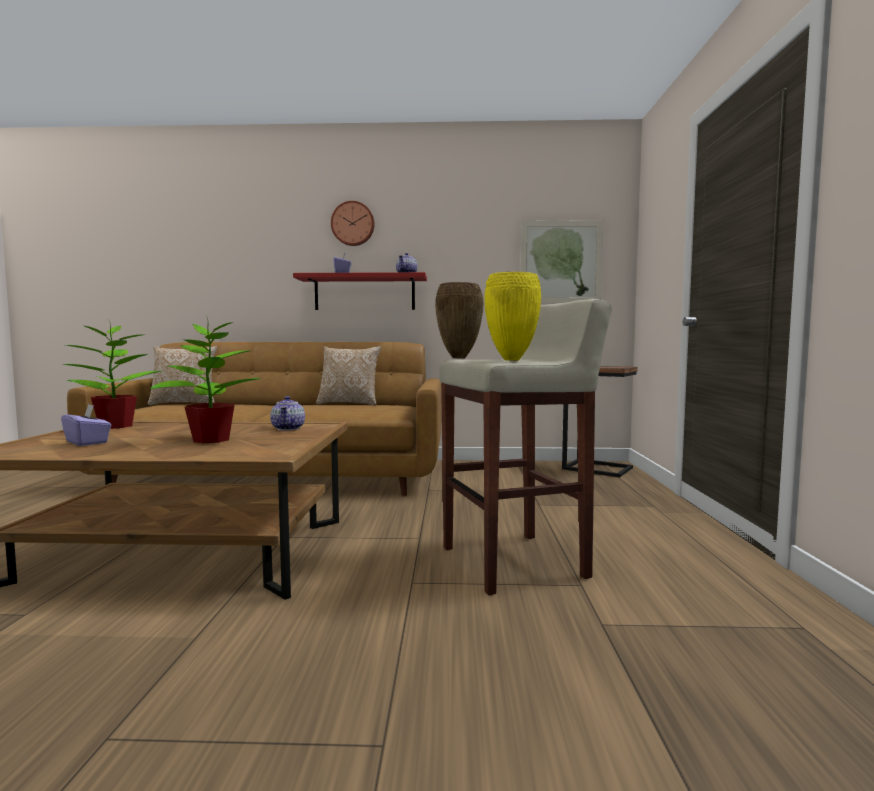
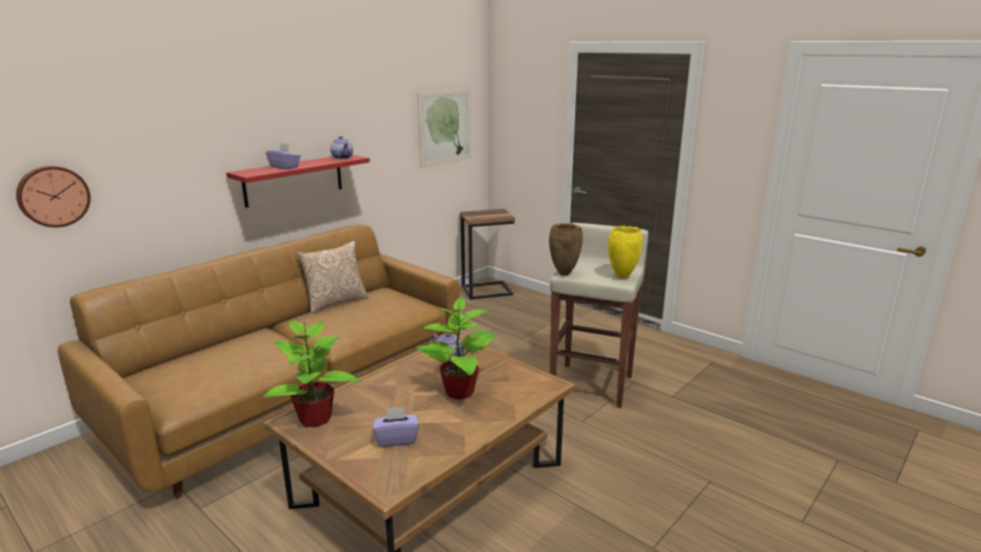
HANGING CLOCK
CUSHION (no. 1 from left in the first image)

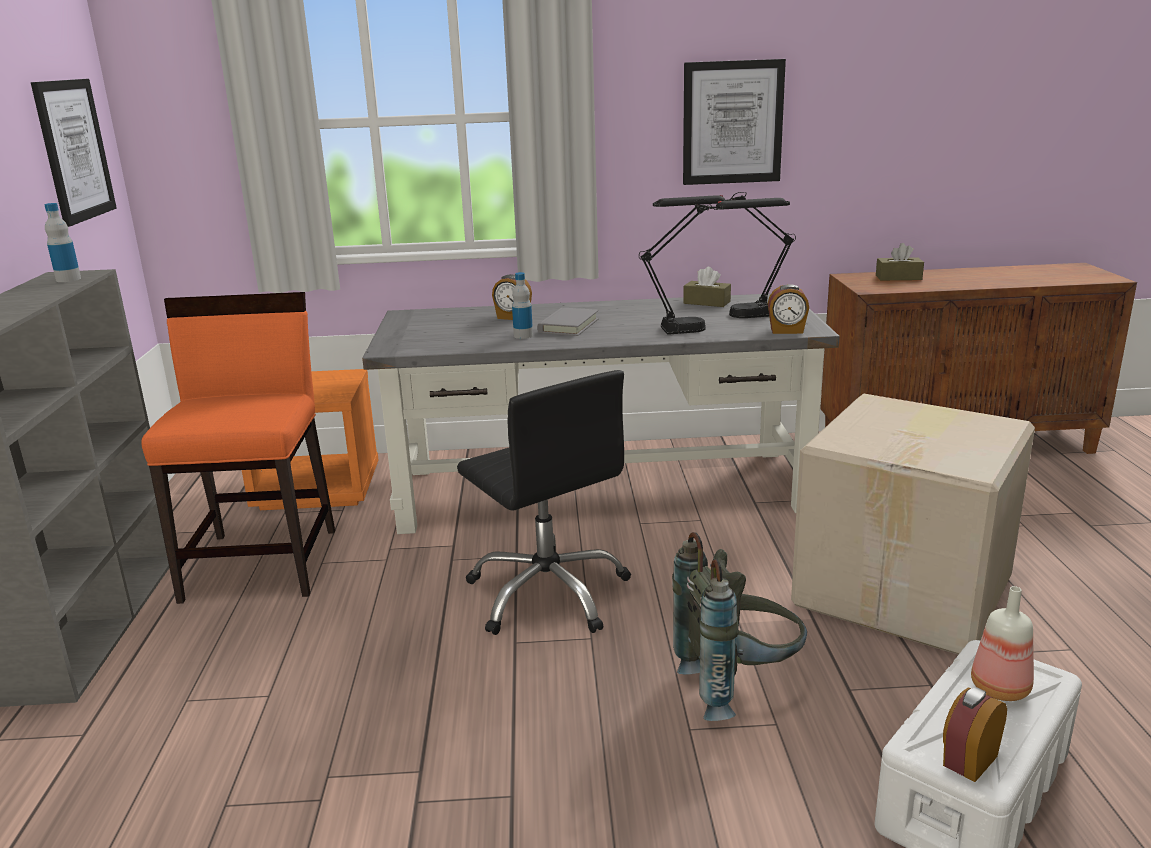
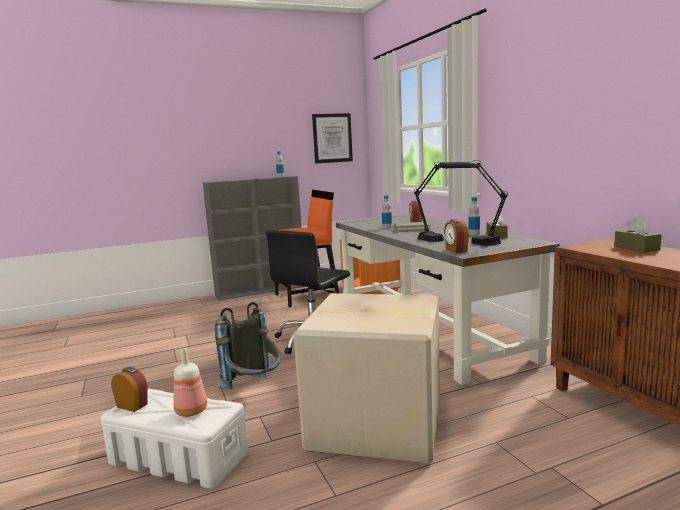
PICTURE (no. 2 from left in the first image)
BEVERAGE BOTTLE (no. 4 from left)

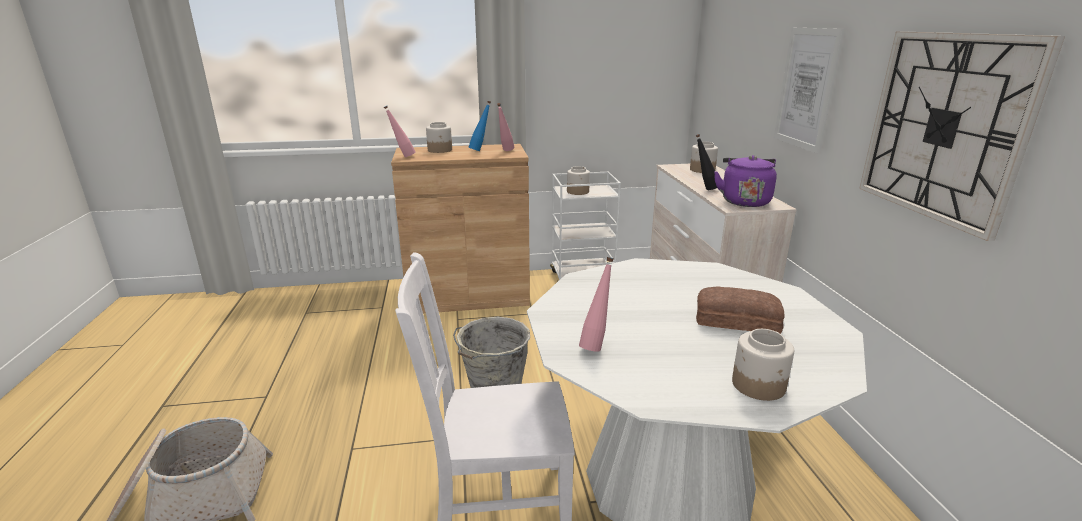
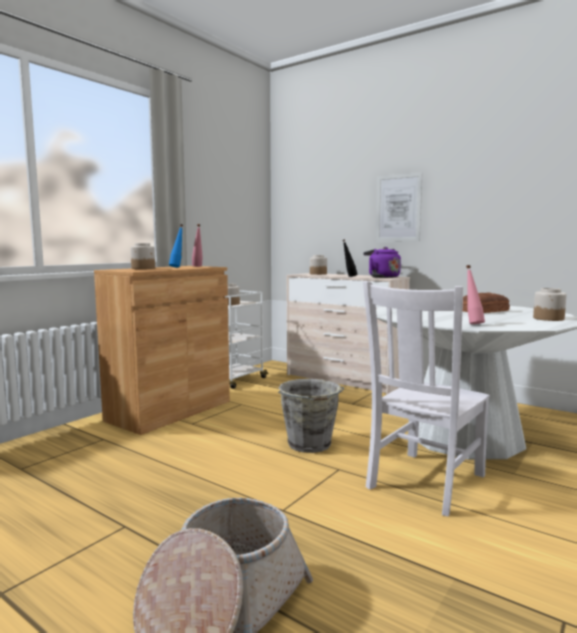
HANGING CLOCK
PINK-COLOURED BEVERAGE BOTTLE (no. 1 from left in the first image)

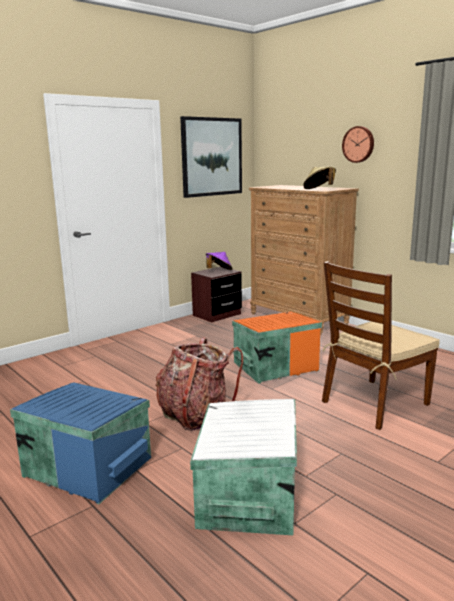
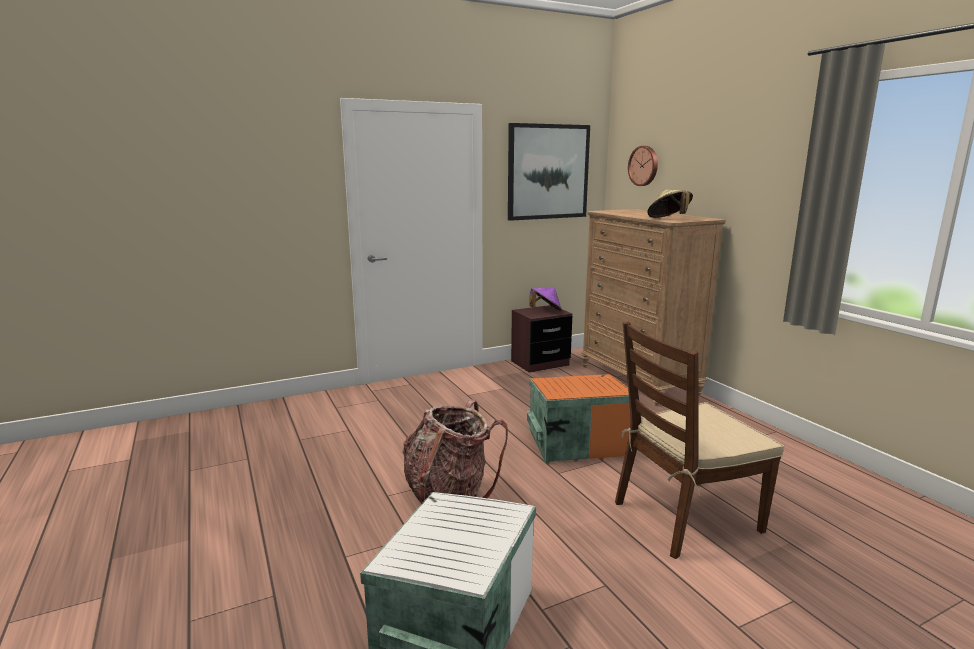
HANGING CLOCK
BLUE-COLOURED STORAGE CONTAINER

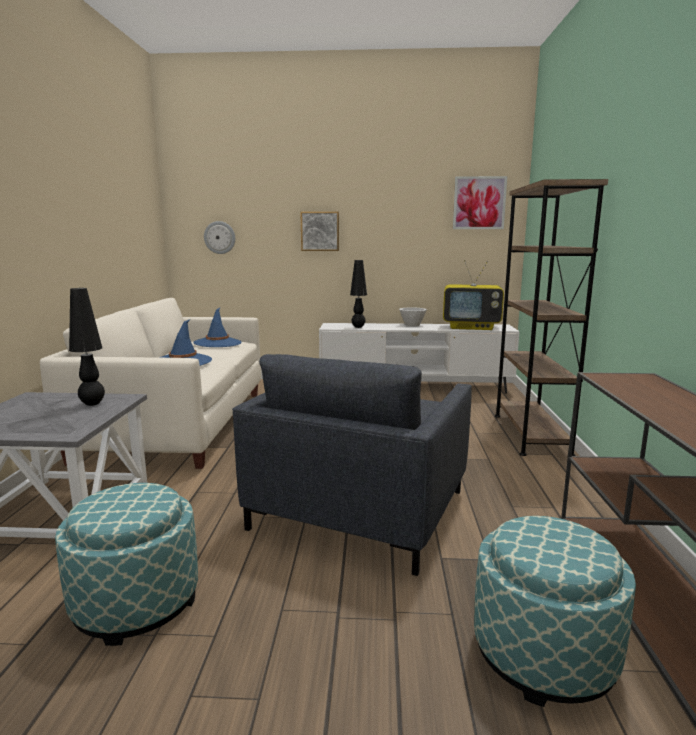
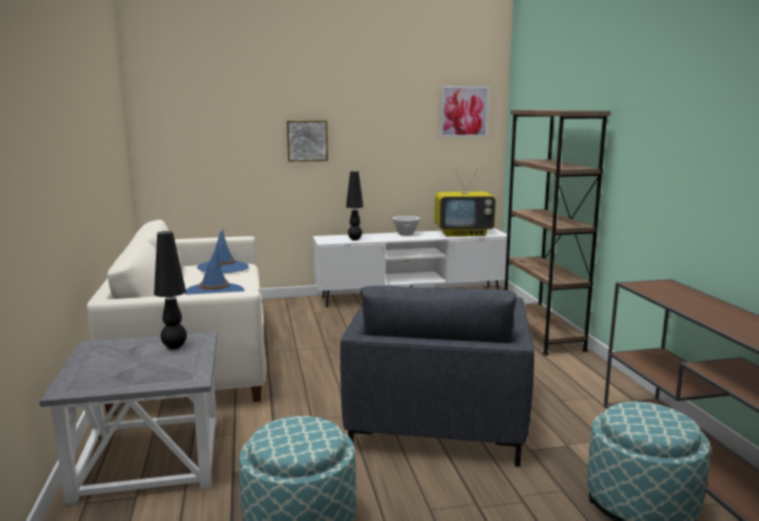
HANGING CLOCK

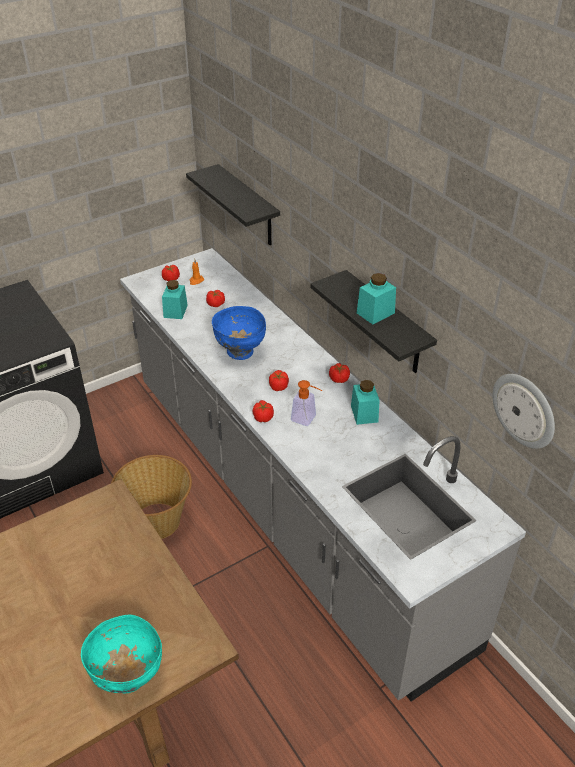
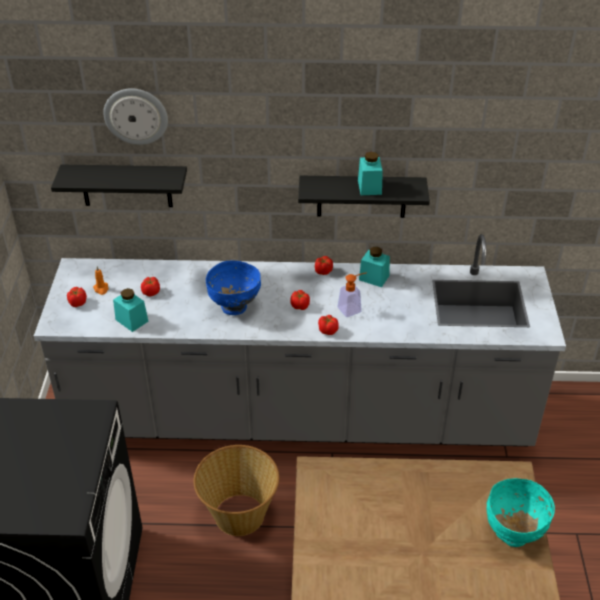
HANGING CLOCK

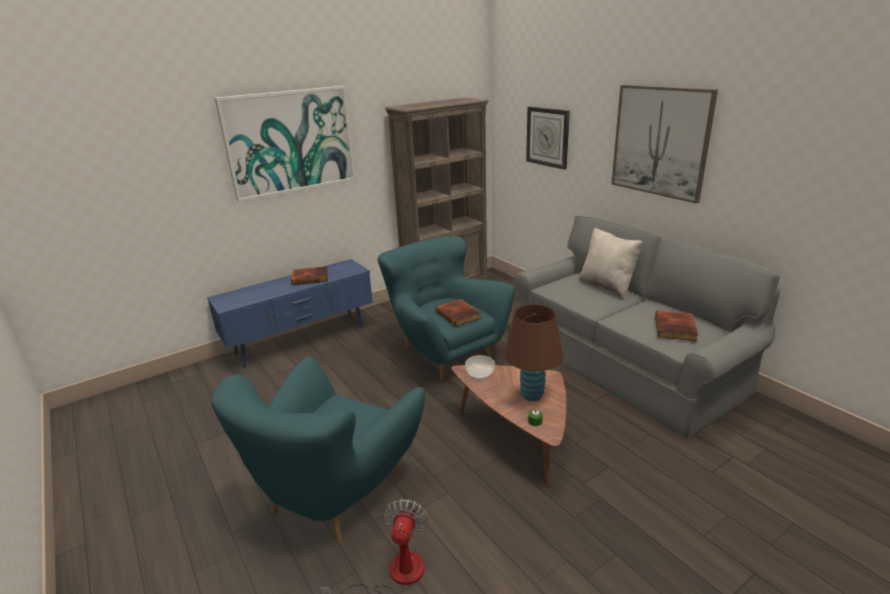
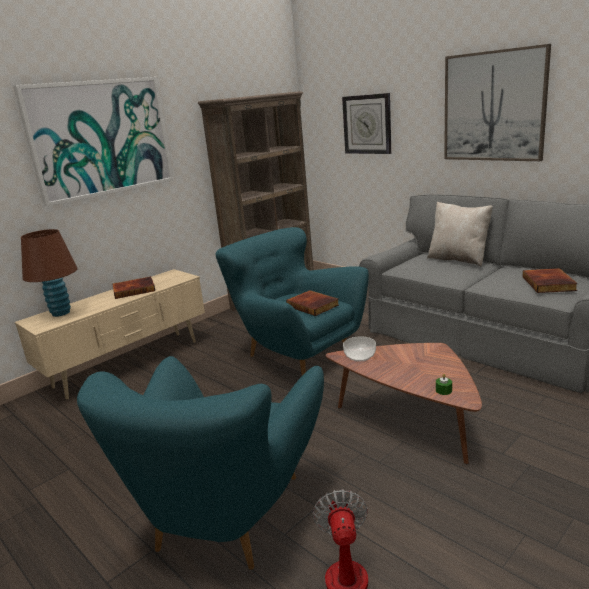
SAND-COLOURED MEDIA CONSOLE
BROWN LAMP FOR A TABLE

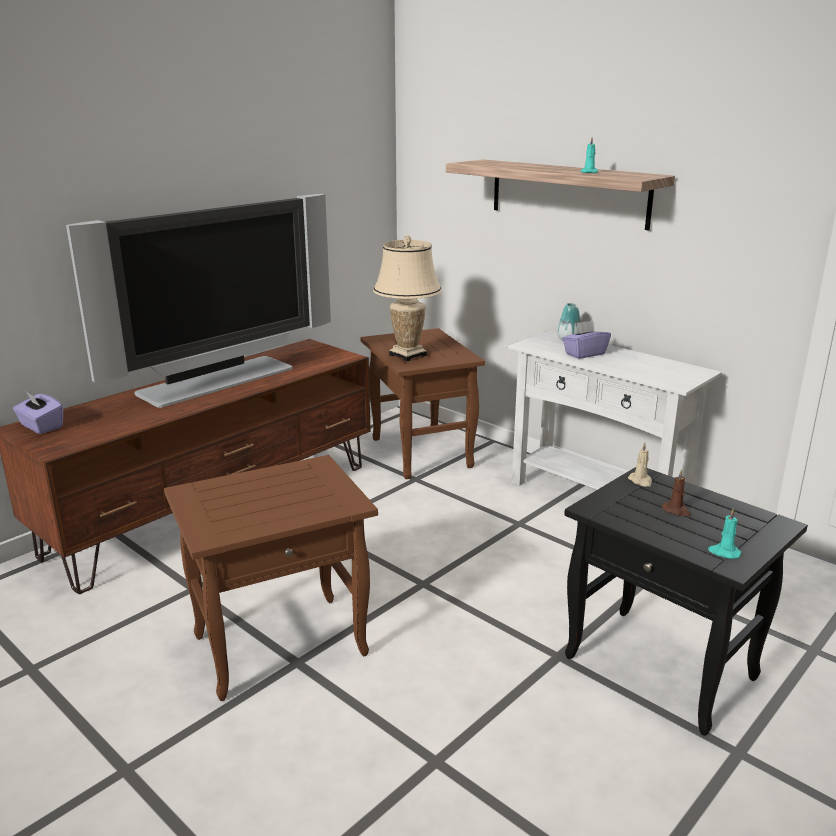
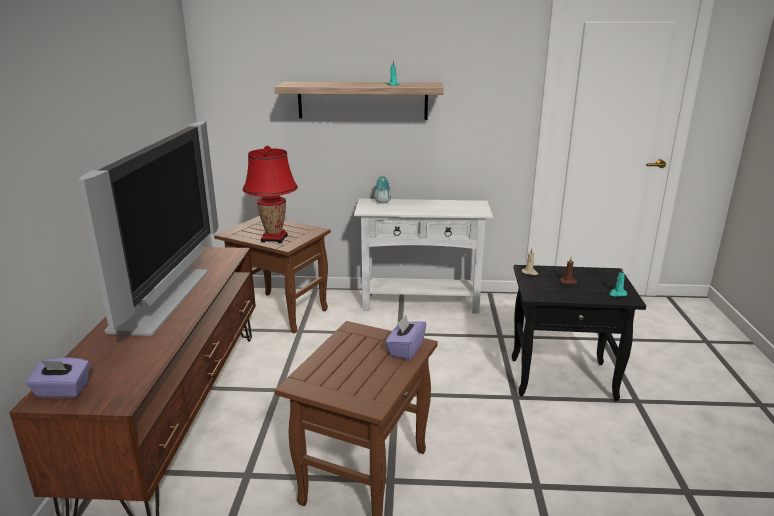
RED LAMP FOR A TABLE
PURPLE BOX OF TISSUES (no. 2 from left)

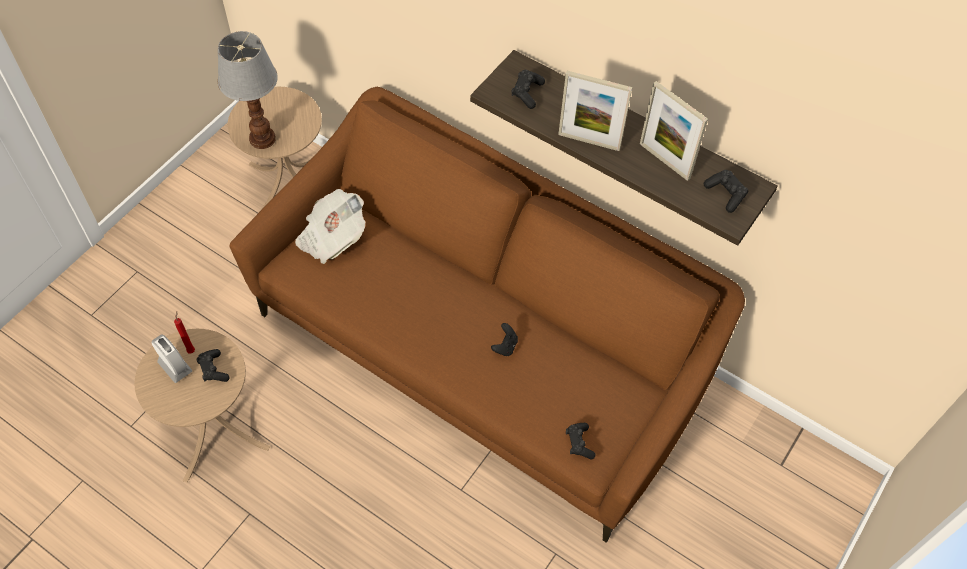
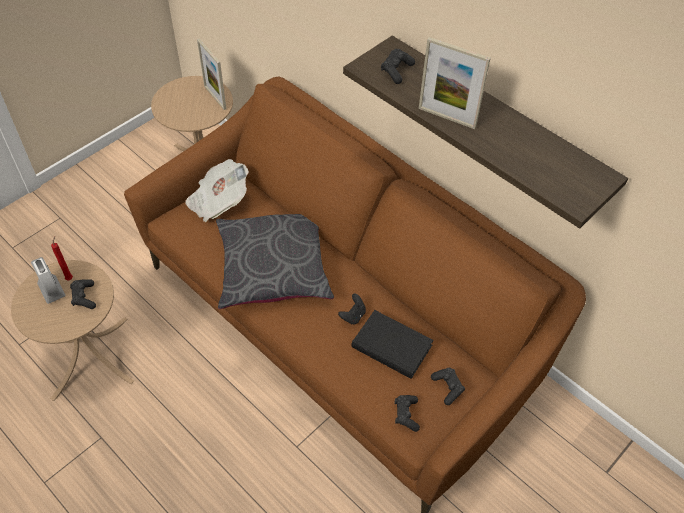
LAMP FOR A TABLE
PICTURE FRAME (no. 1 from left)
BLACK-COLOURED GAMEPAD (no. 5 from left)
GRAY CUSHION
BLACK-COLOURED VOLUME

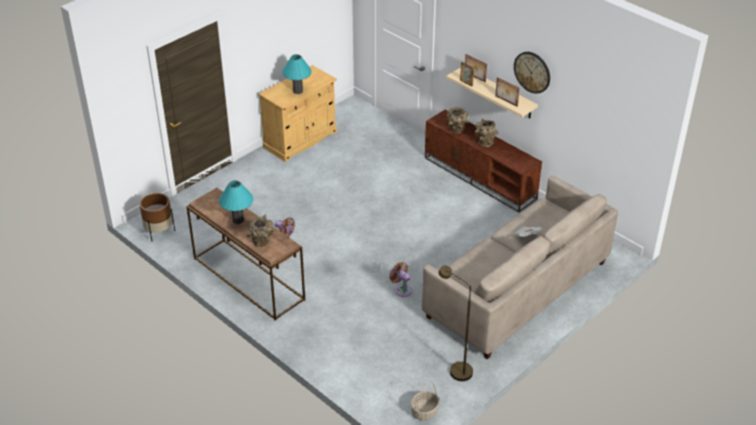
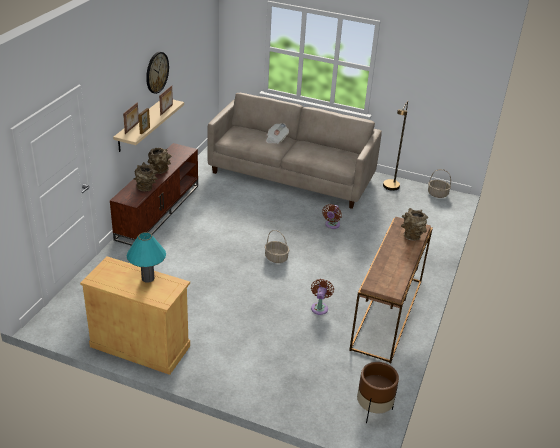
BLUE-GREEN LAMP FOR A TABLE (no. 1 from left in the first image)
BASKET (no. 1 from left)

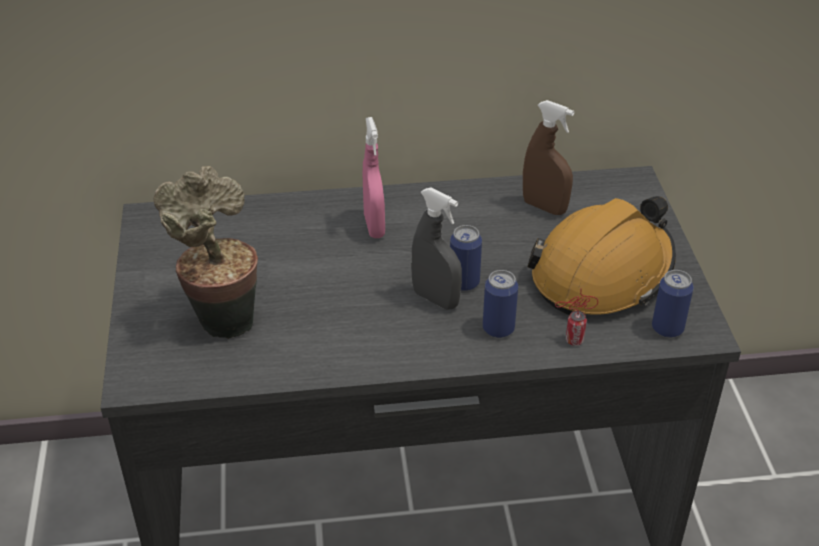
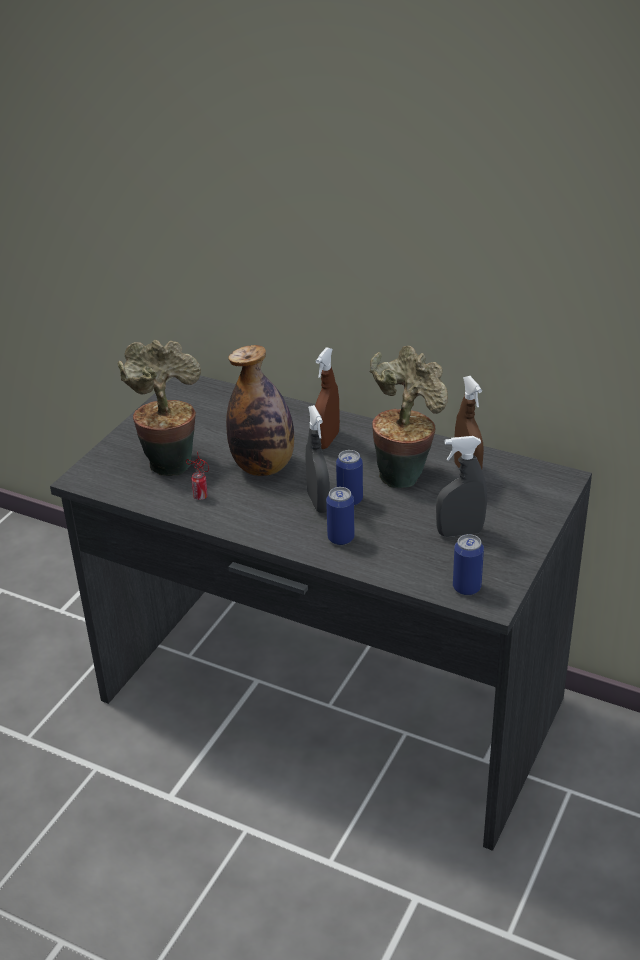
BROWN SPRAYER (no. 1 from left)
GRAY SPRAYER (no. 2 from left)
CAN (no. 1 from left)
BEVERAGE BOTTLE
HOUSEPLANT (no. 2 from left)

